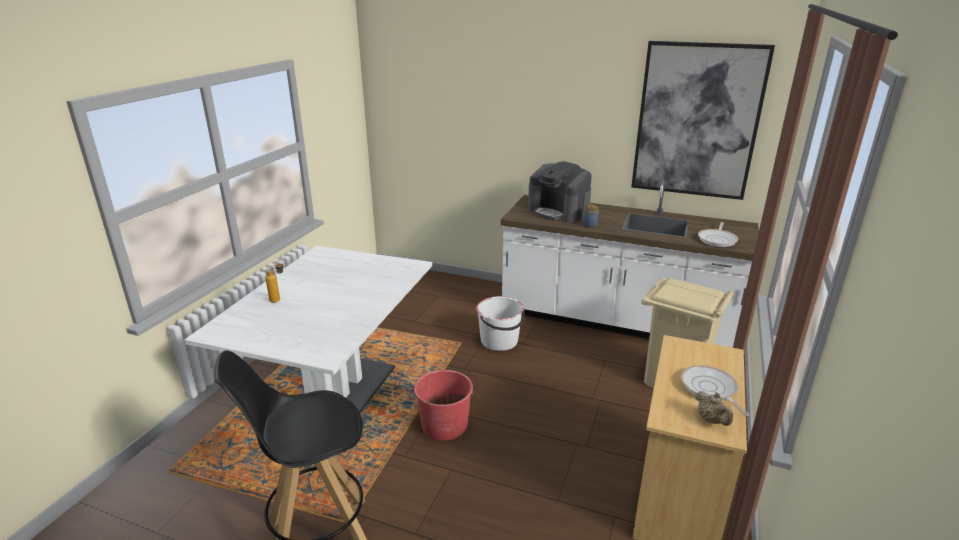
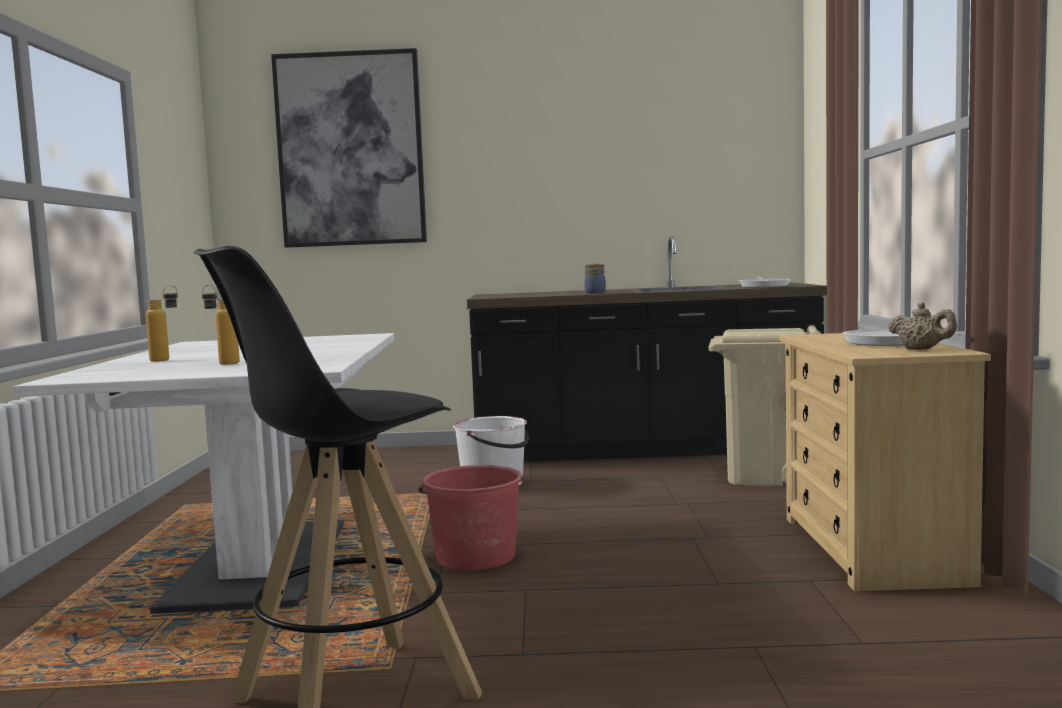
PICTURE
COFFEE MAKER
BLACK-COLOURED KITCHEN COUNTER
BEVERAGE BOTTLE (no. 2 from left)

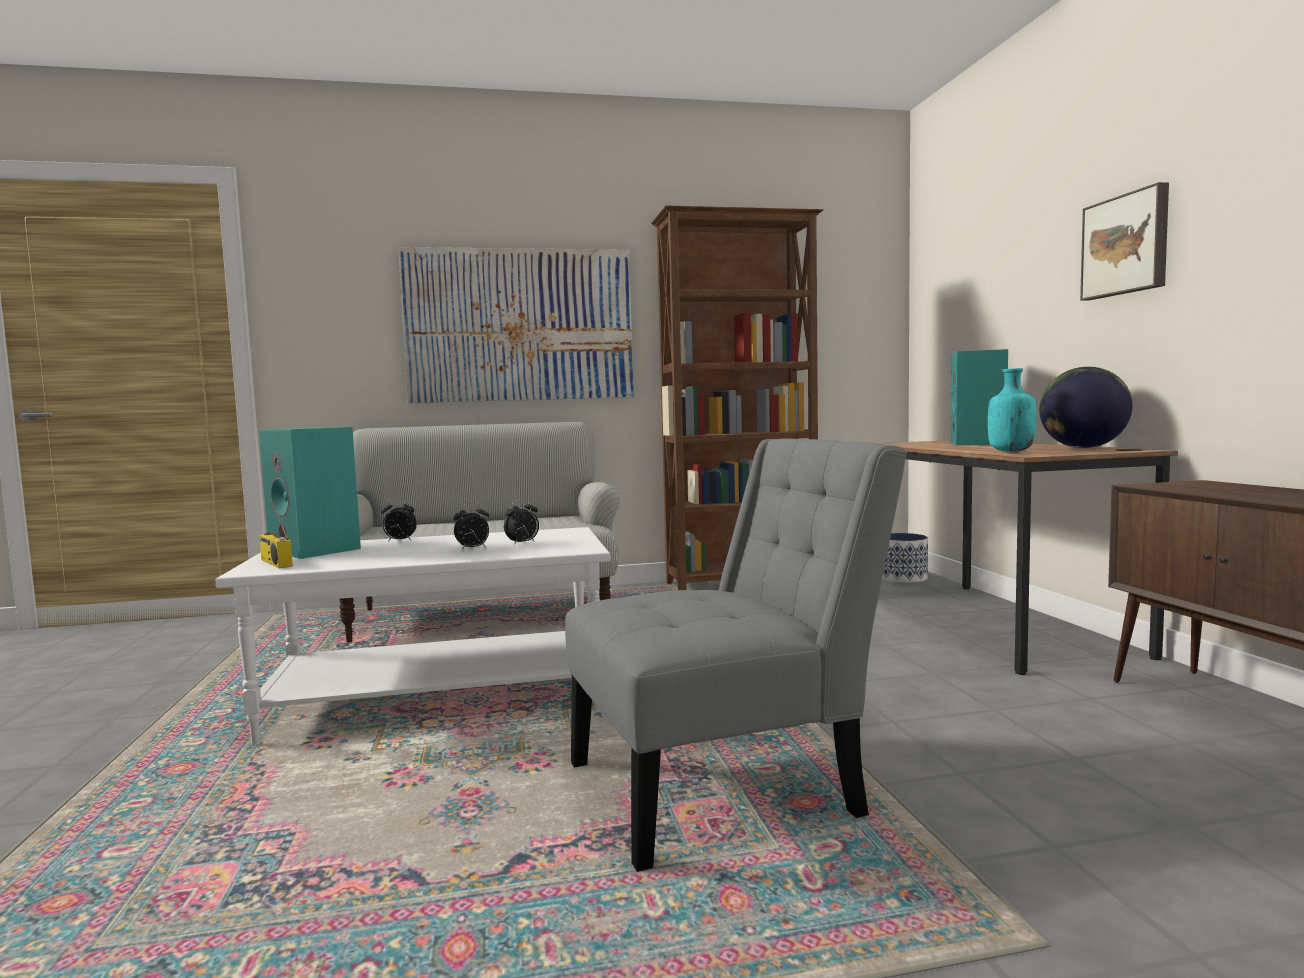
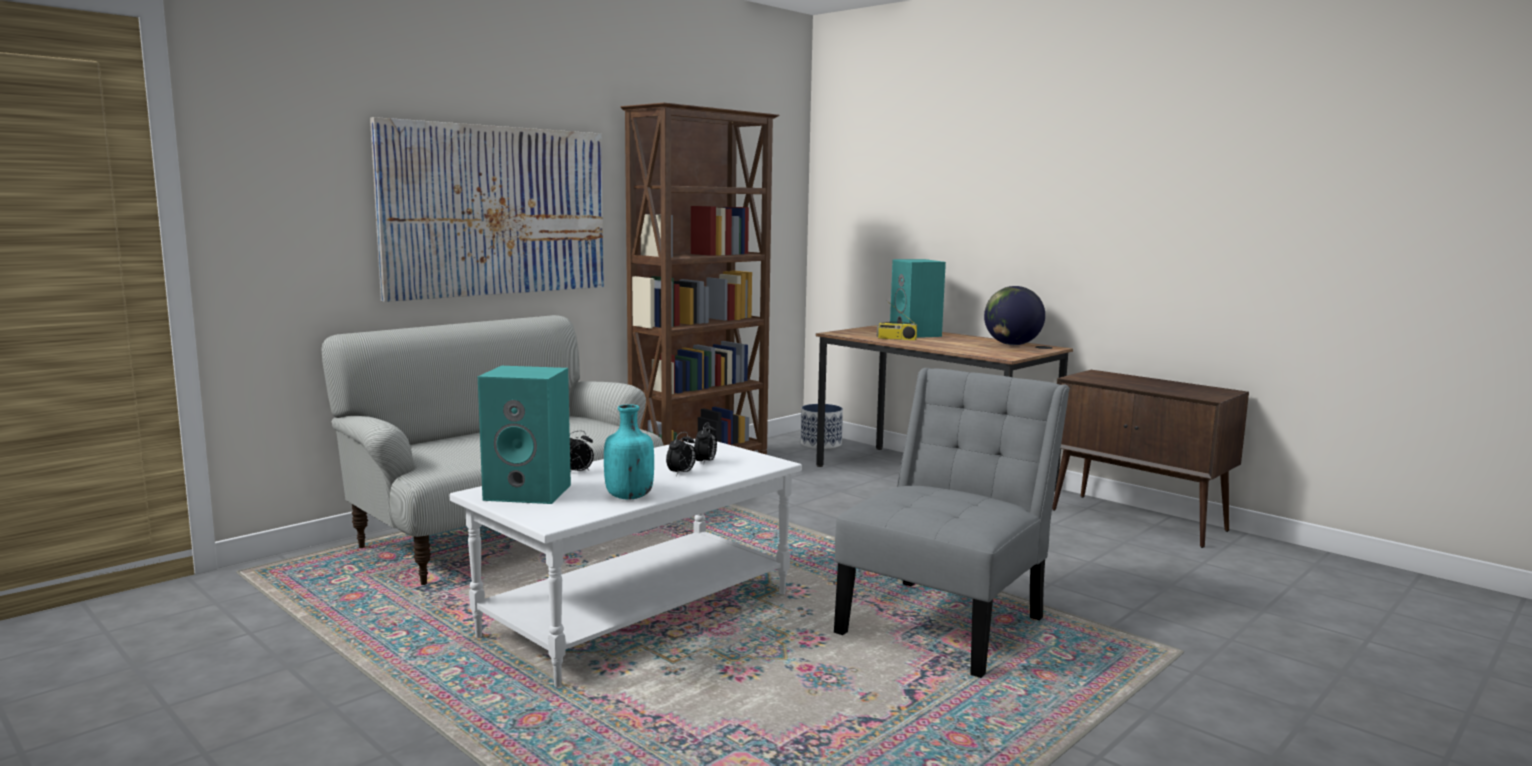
PICTURE (no. 2 from left in the first image)
BLUE-GREEN BEVERAGE BOTTLE
RADIO

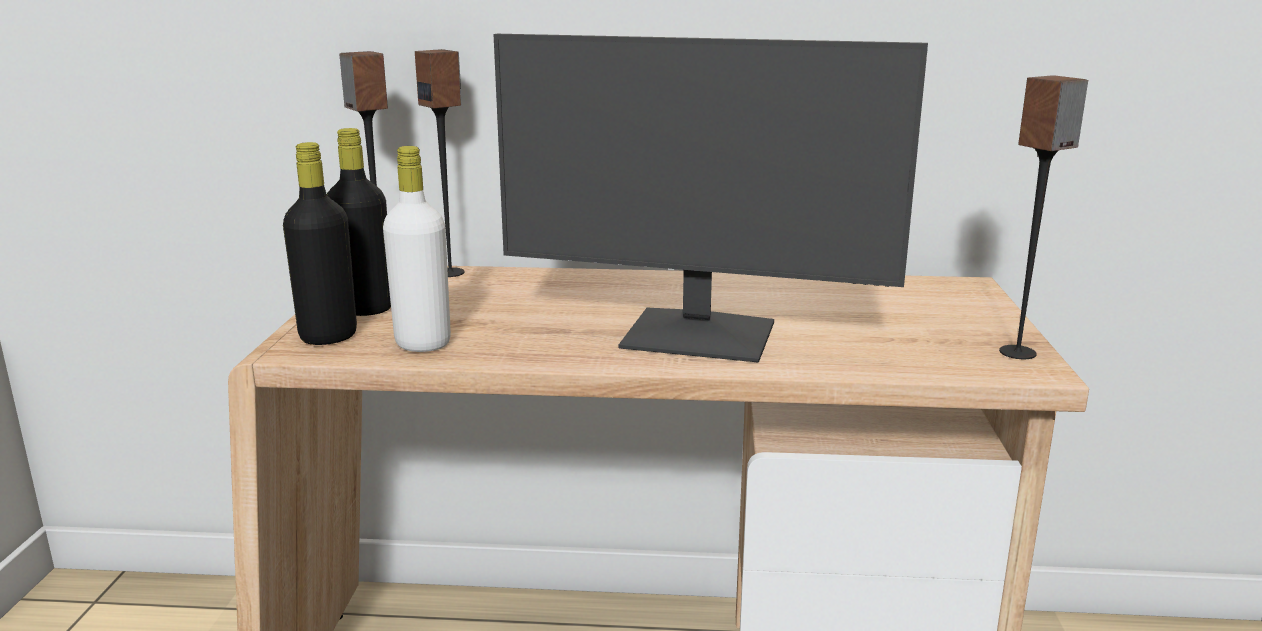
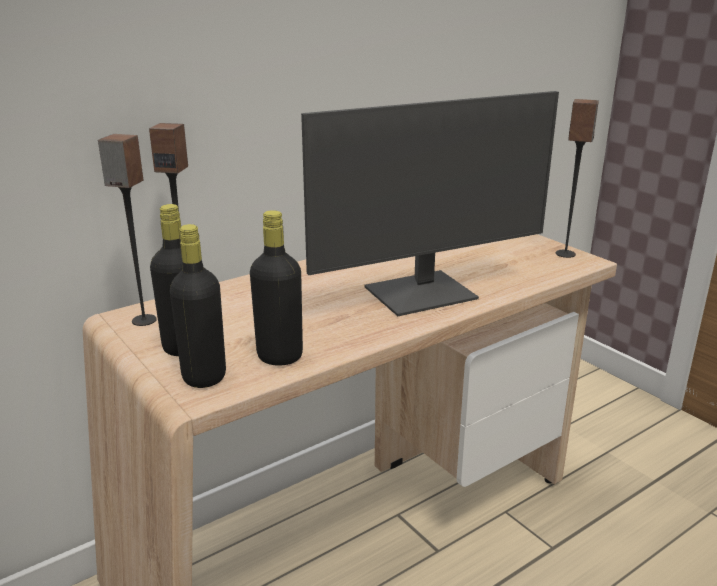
BLACK-COLOURED BEVERAGE BOTTLE (no. 3 from left)

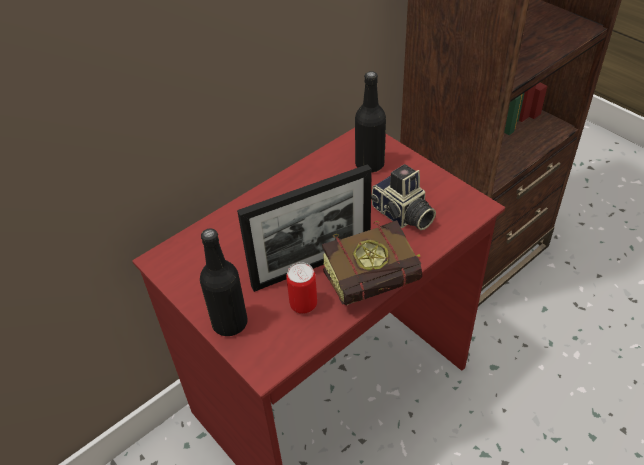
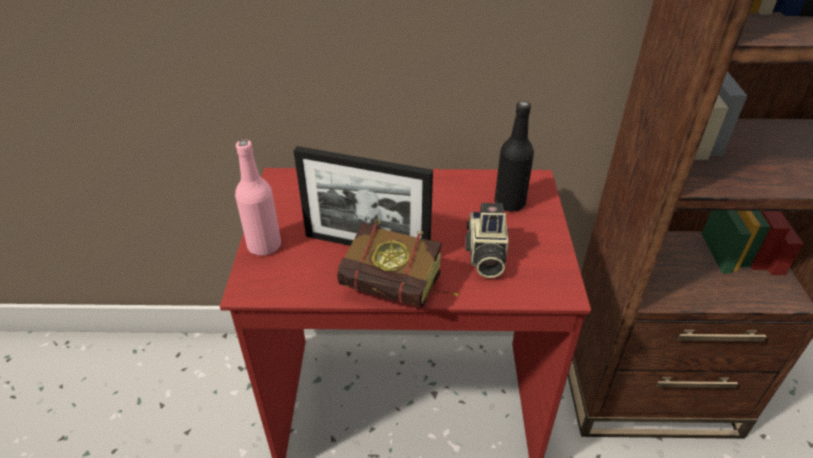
PINK-COLOURED BEVERAGE BOTTLE
CAN

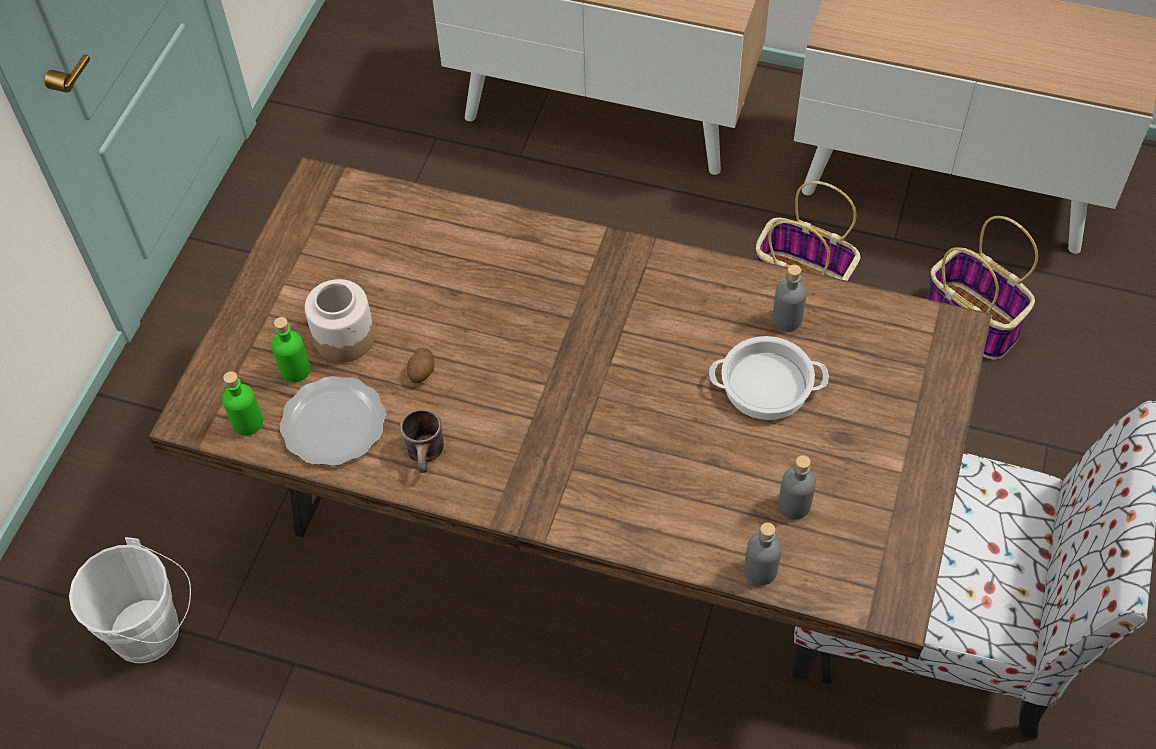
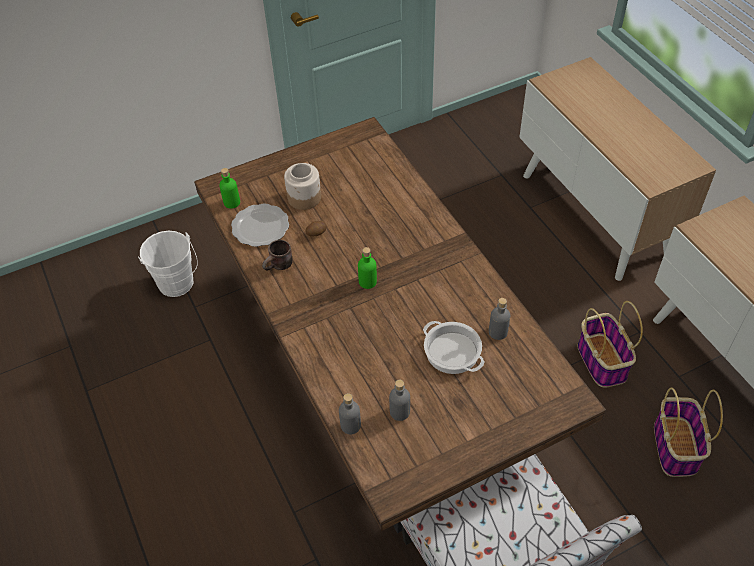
GREENISH BEVERAGE BOTTLE (no. 2 from left)

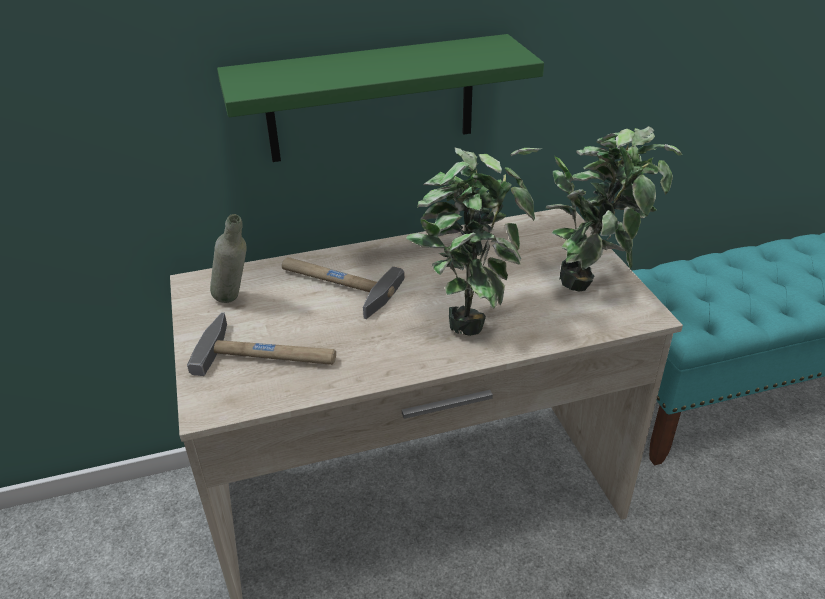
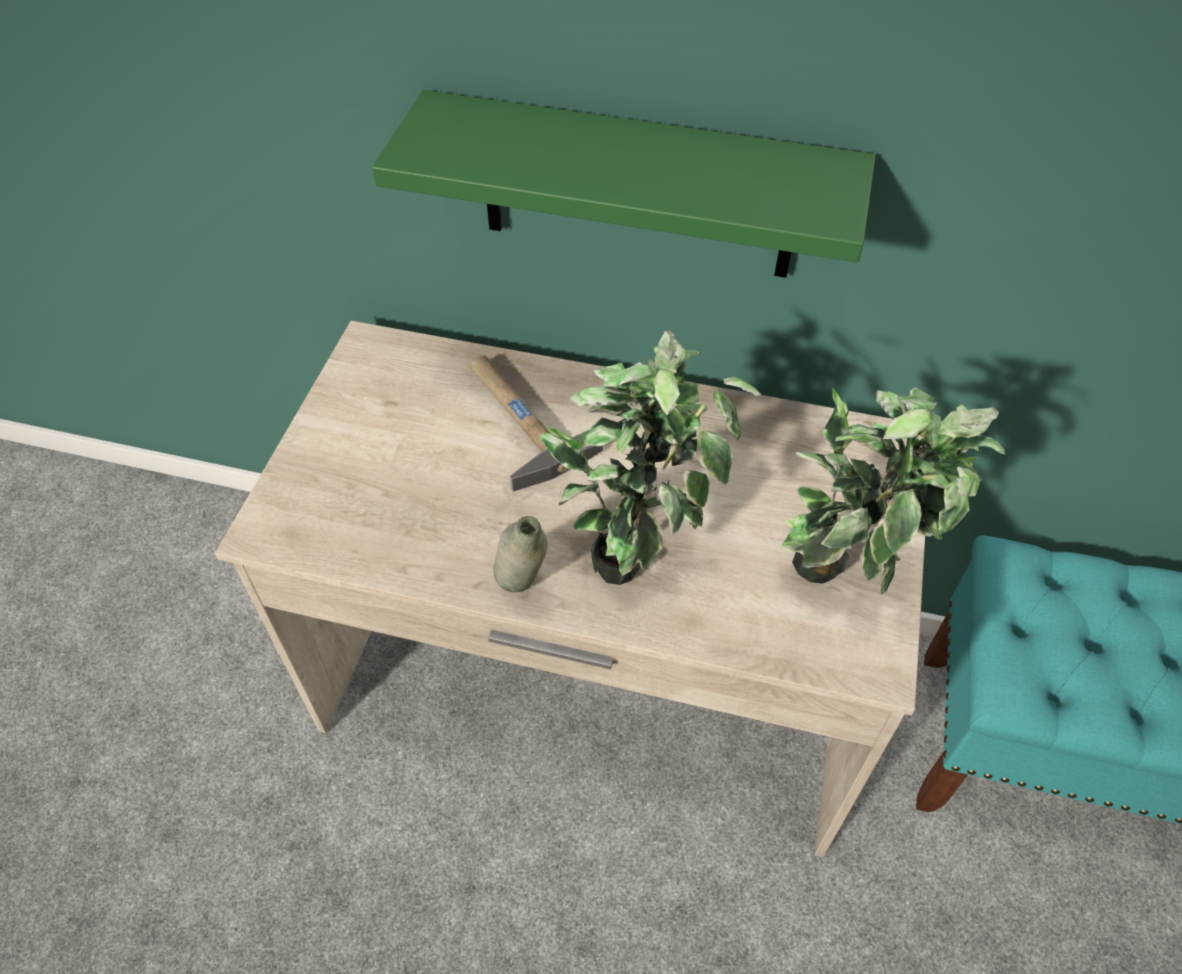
GRAY BEVERAGE BOTTLE
TOOL HAMMER (no. 1 from left in the first image)

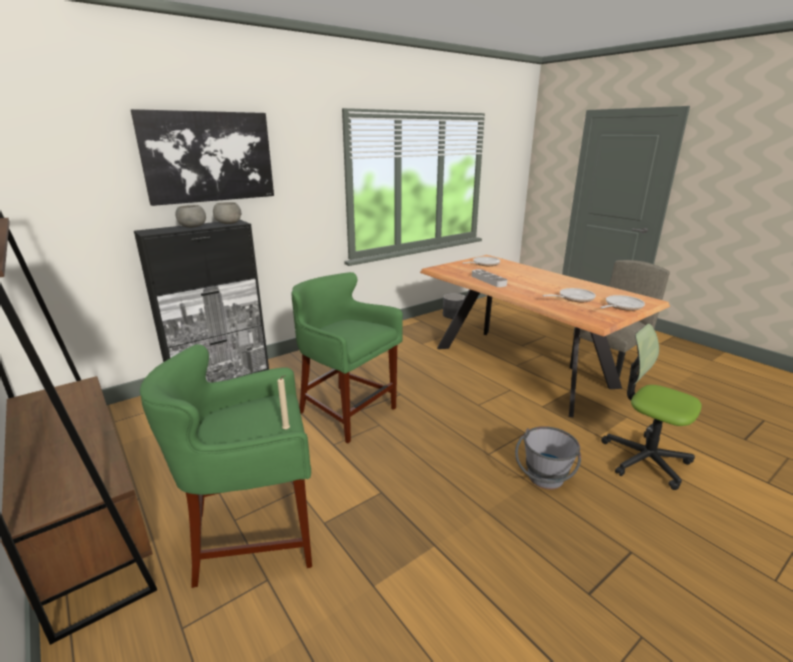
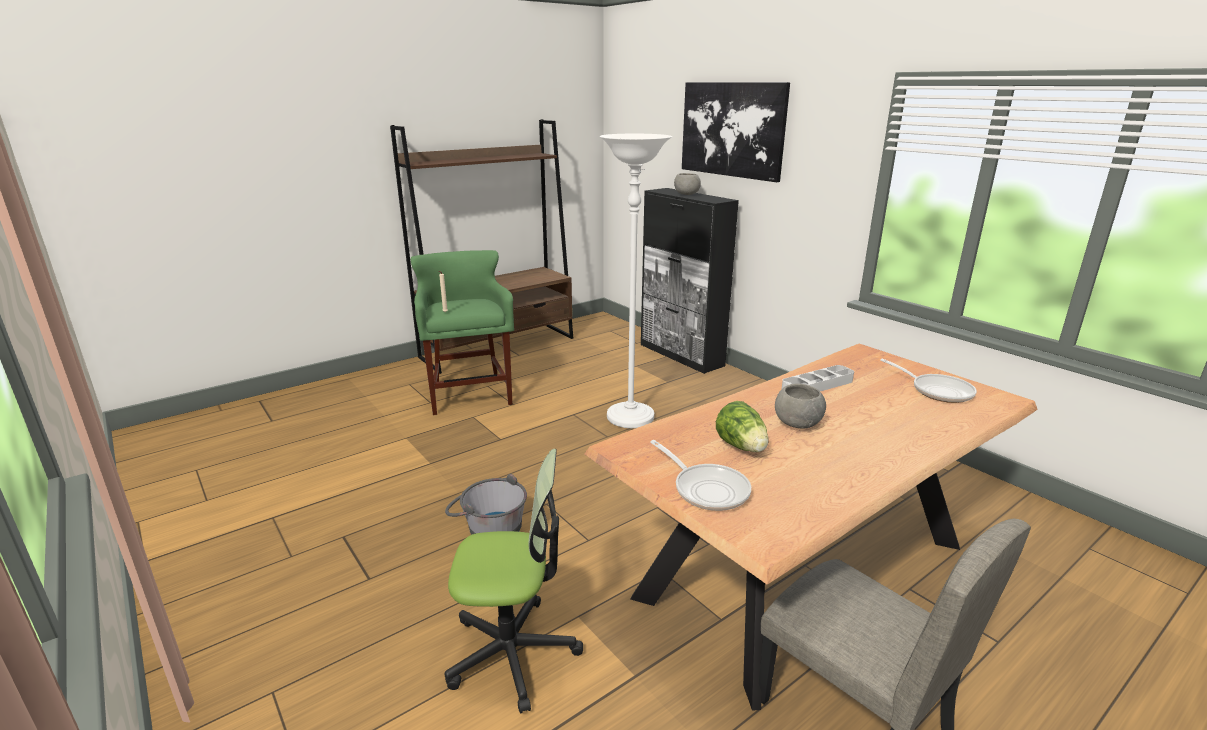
GRAY DEEP DISH (no. 2 from left)
WHITE STANDARD LAMP
LETTUCE HEAD
GRAY PLANT POT
OFFICE CHAIR

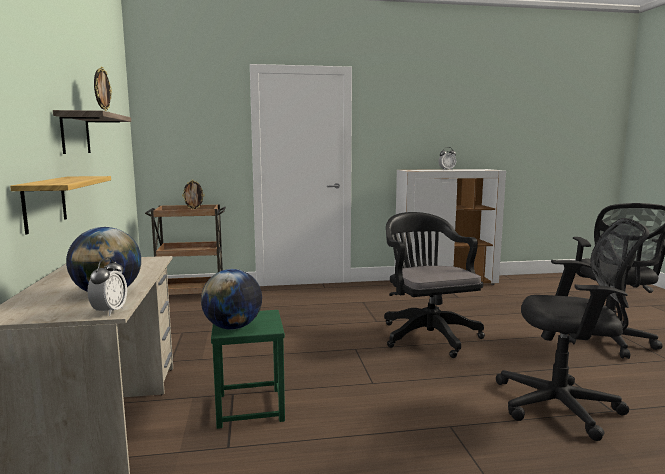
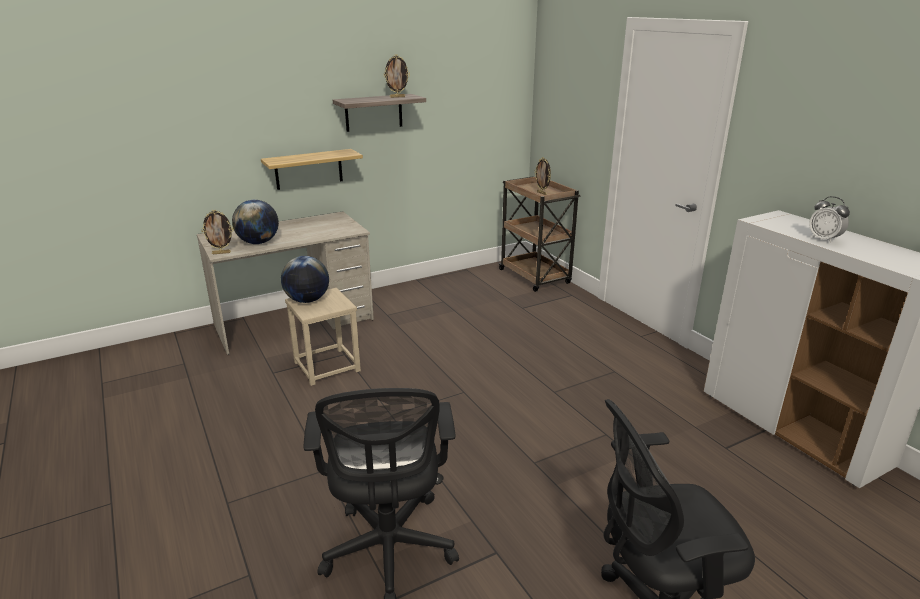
BLACK-COLOURED OFFICE CHAIR (no. 1 from left in the first image)
PICTURE FRAME (no. 1 from left)
SAND-COLOURED SITTING STOOL

